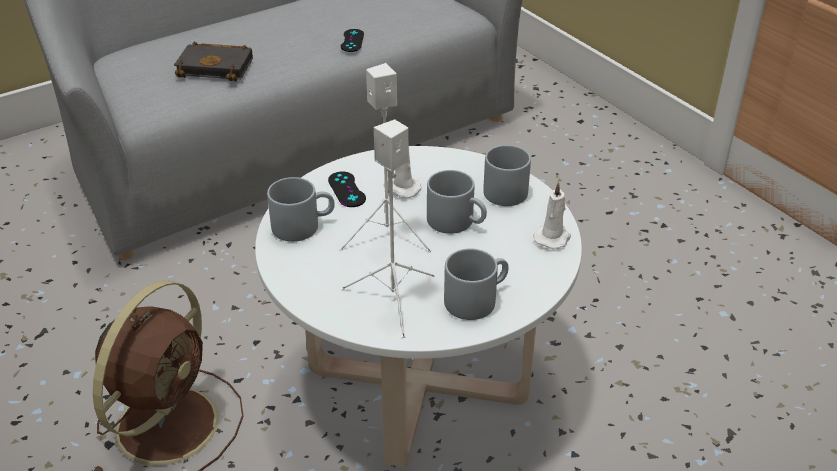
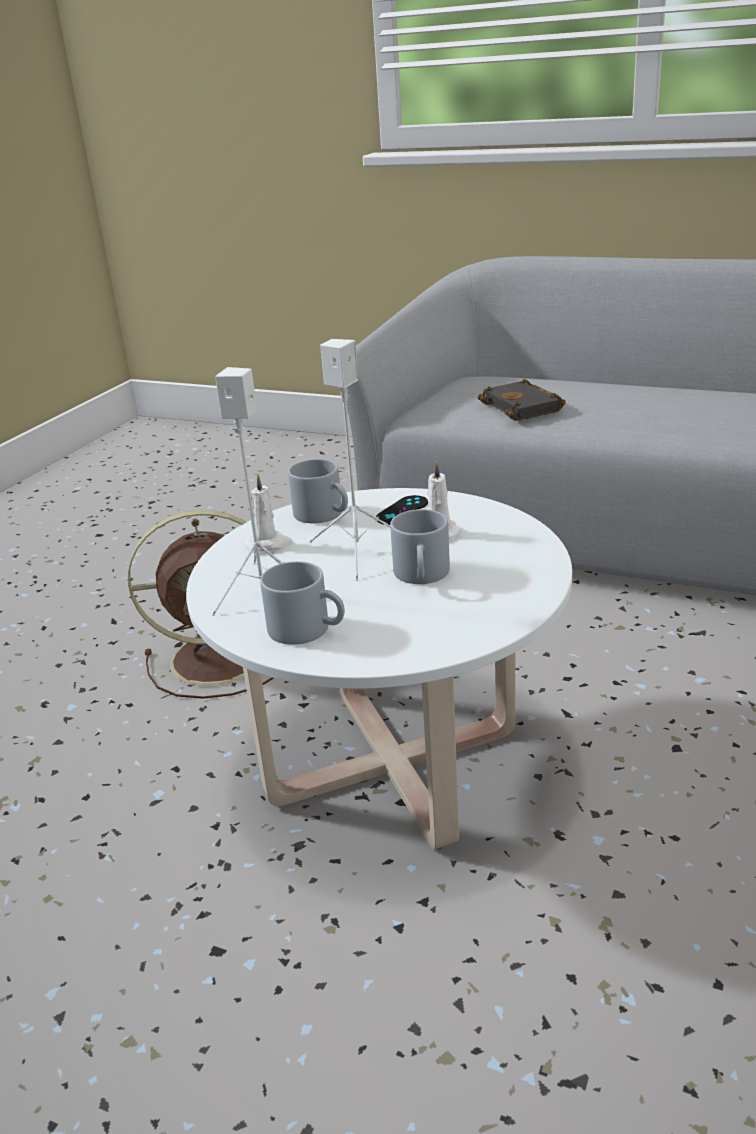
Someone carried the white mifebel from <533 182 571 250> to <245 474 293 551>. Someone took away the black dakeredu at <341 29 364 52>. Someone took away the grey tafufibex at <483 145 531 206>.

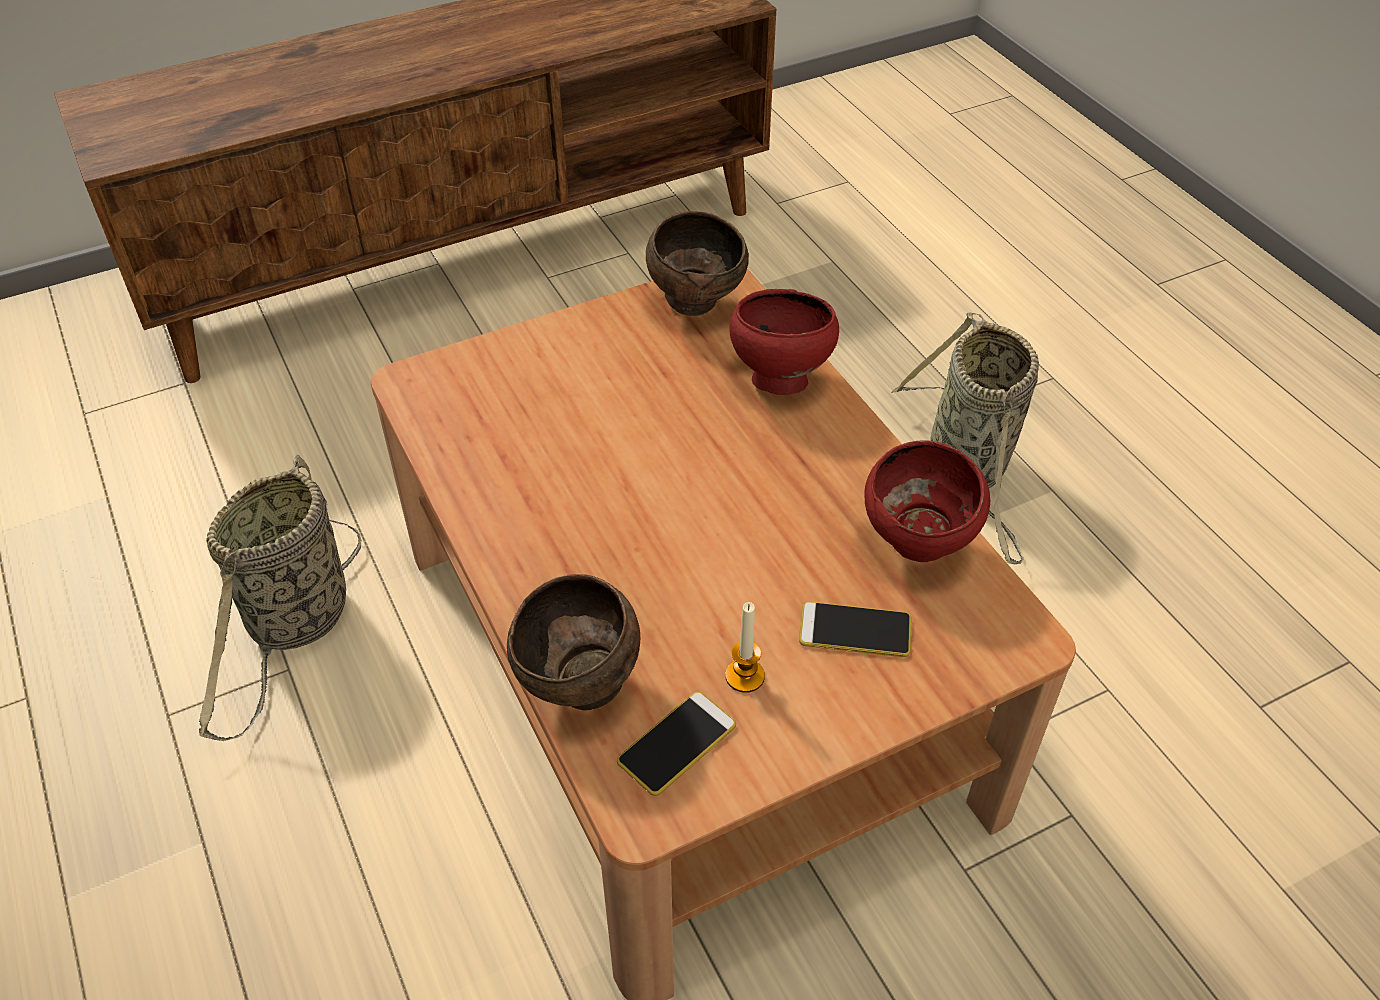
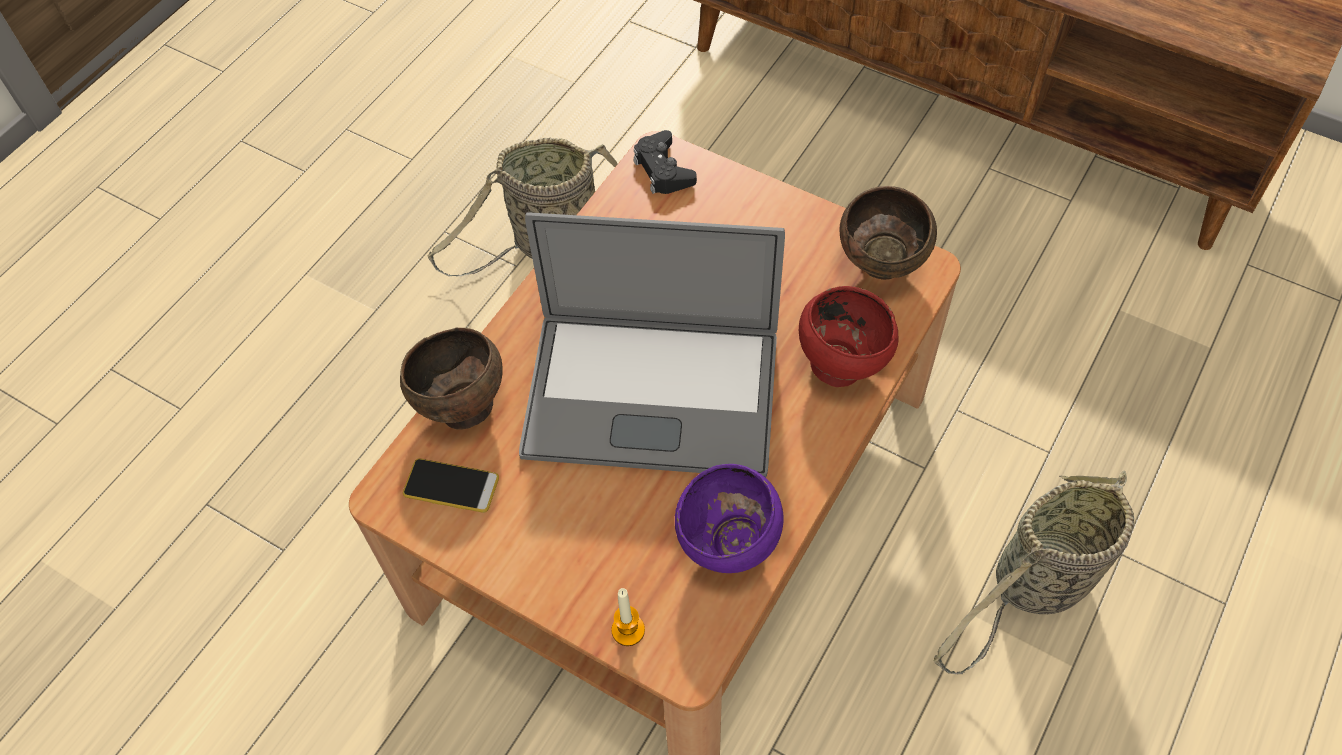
Someone put down the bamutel at <519 212 785 478>. Someone carried the mifebel from <725 602 765 693> to <611 588 645 646>. Someone put down the black dakeredu at <633 130 697 194>. Someone repainted the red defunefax at <864 440 990 562>, which became the purple defunefax at <675 464 784 573>. Someone took away the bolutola at <799 601 912 657>.

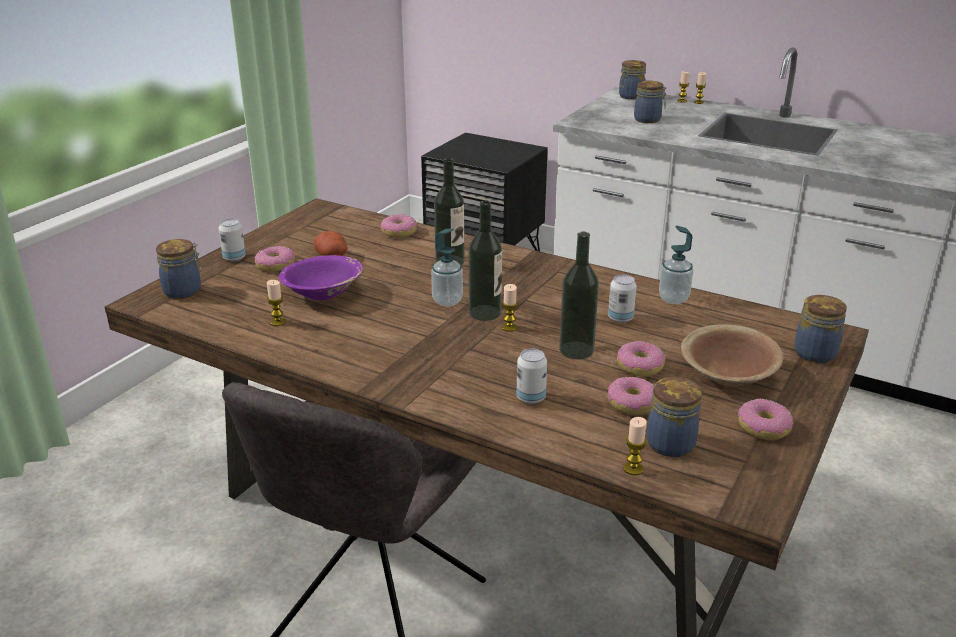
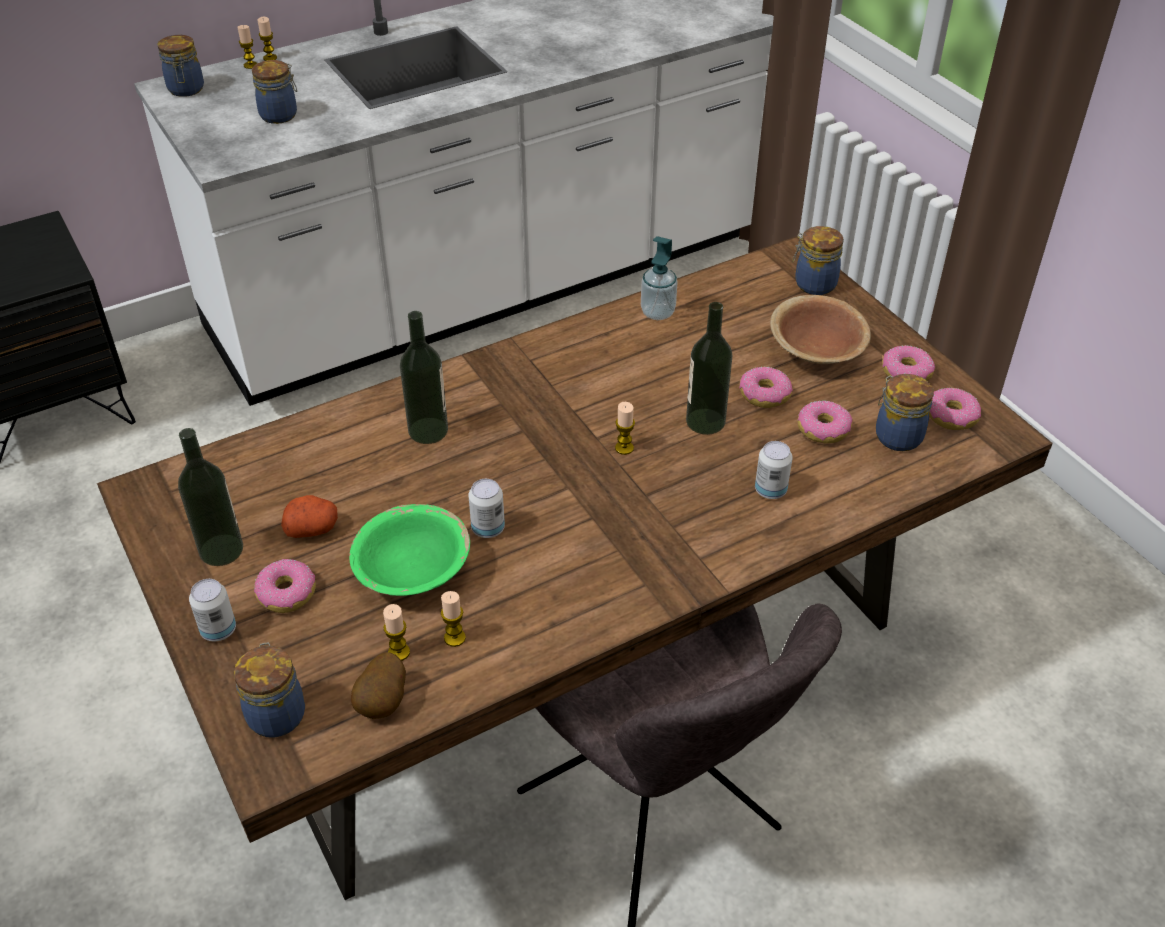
Someone carried the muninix from <468 200 502 321> to <178 428 243 566>. Someone repainted the purple defunefax at <279 255 363 300>, which became the green defunefax at <349 504 470 596>. Someone put down the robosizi at <351 652 406 719>. Someone carried the mifebel from <623 417 647 475> to <383 604 410 661>. Someone carried the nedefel from <608 275 637 323> to <468 479 505 538>. Someone carried the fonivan from <381 214 417 238> to <929 388 981 430>. Someone took away the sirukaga at <431 228 463 306>.

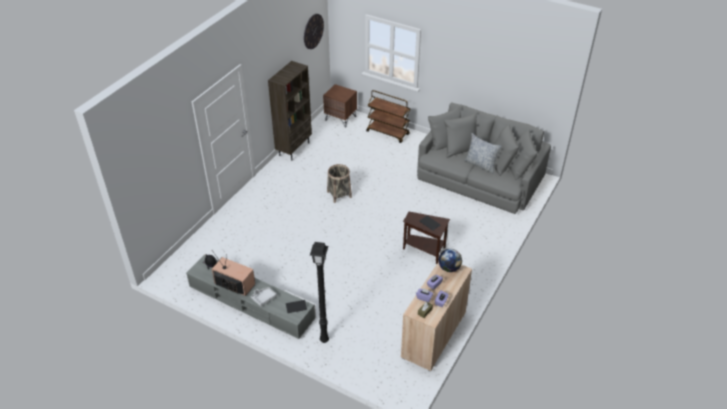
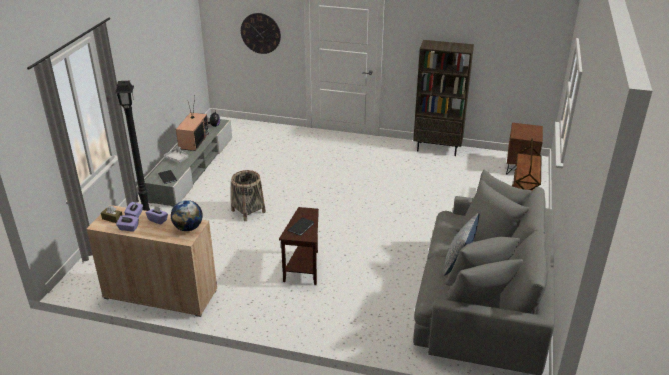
Someone carried the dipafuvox from <327 164 352 203> to <231 170 266 221>. Someone carried the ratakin from <304 14 324 49> to <241 13 281 54>.

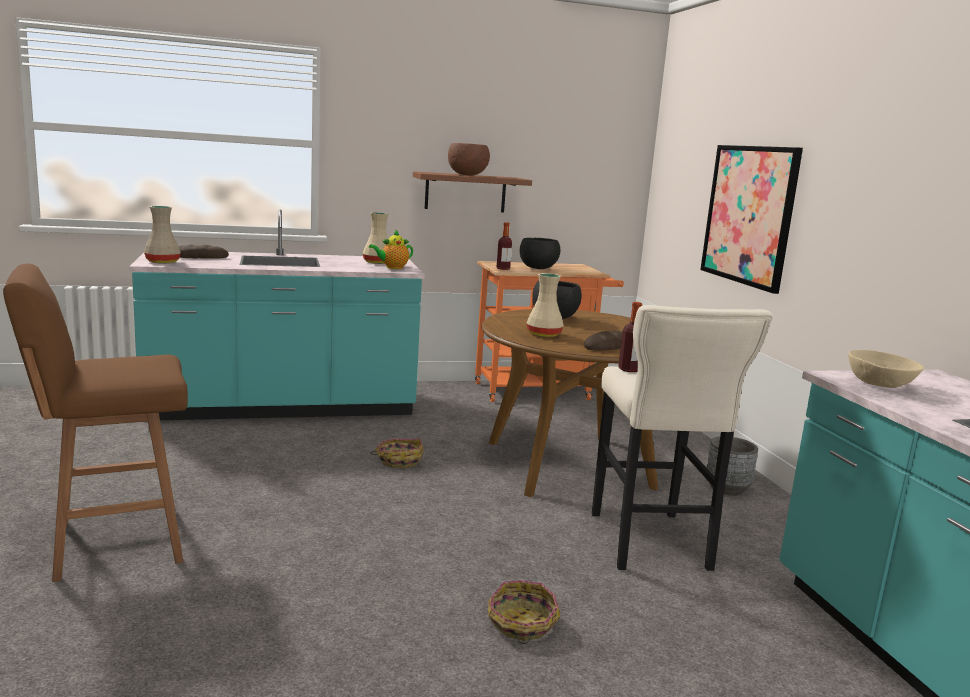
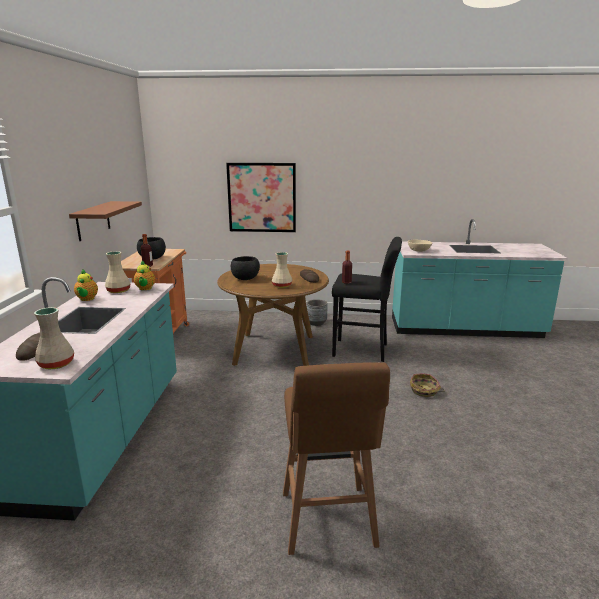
Someone put down the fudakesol at <74 269 98 301>. Someone repainted the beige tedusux at <592 305 773 571>, which became the black tedusux at <332 237 402 362>. Someone took away the dipafuvox at <370 438 424 468>. Someone took away the brown defunefax at <448 143 490 175>.

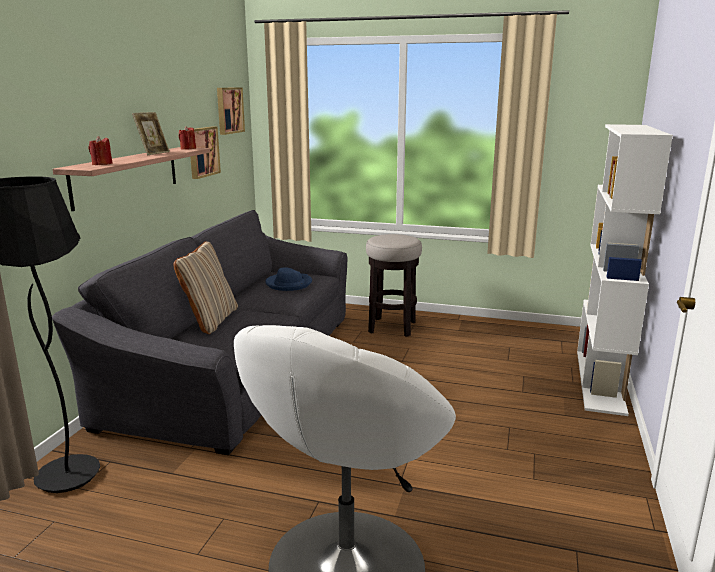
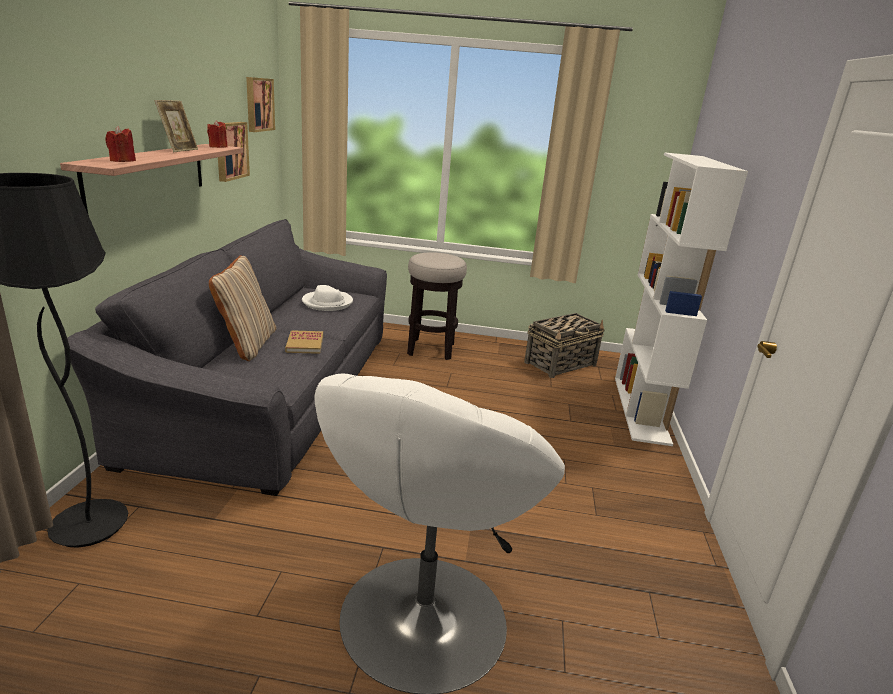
Someone put down the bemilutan at <285 330 323 354>. Someone repainted the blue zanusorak at <265 267 312 291>, which became the white zanusorak at <302 285 353 311>. Someone put down the dipafuvox at <524 313 605 378>.

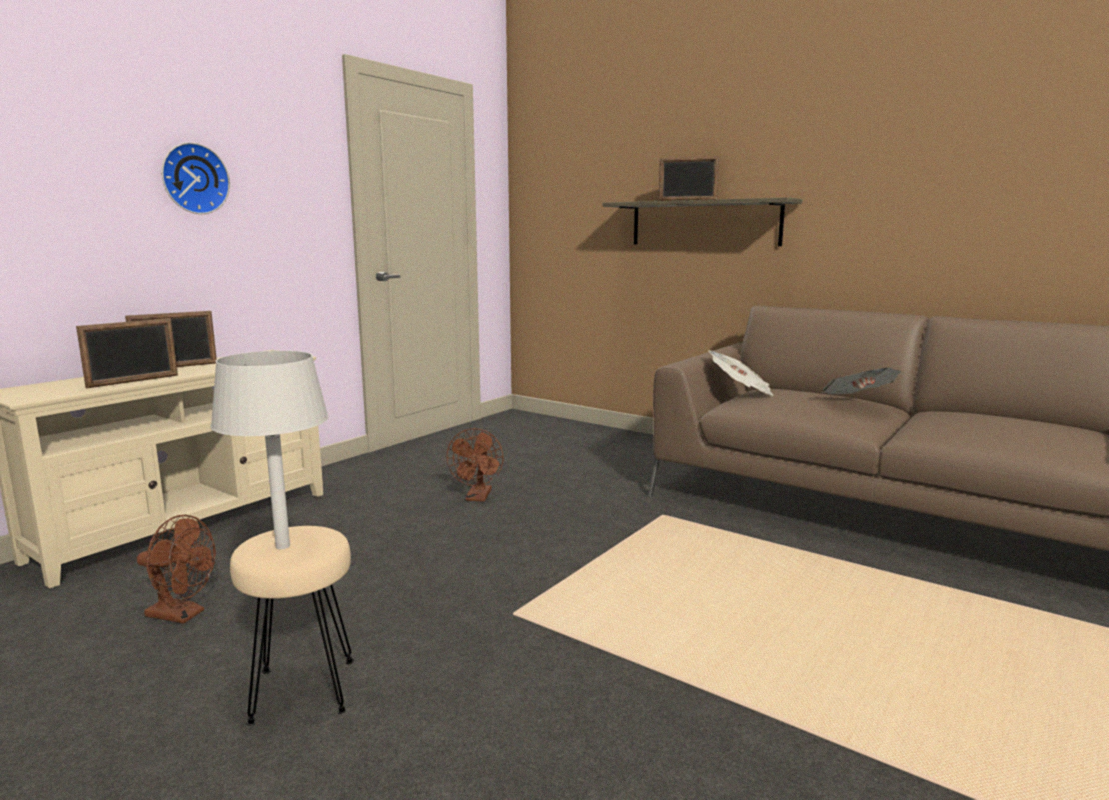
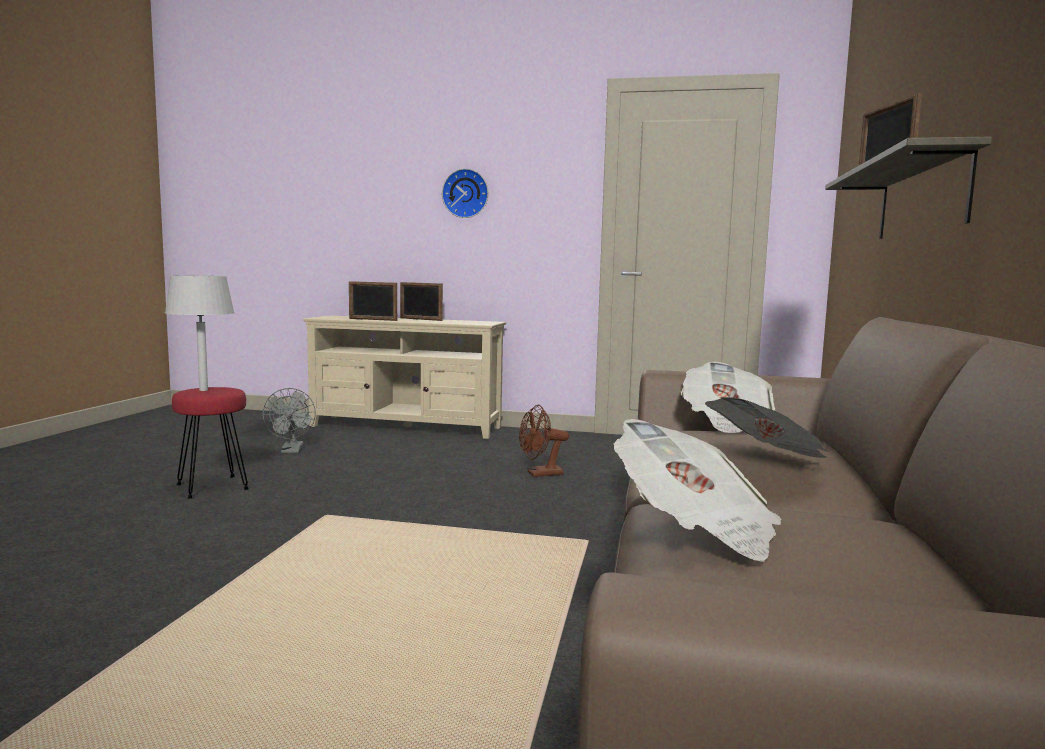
Someone repainted the beige tedusux at <230 526 354 725>, which became the red tedusux at <172 387 249 498>. Someone repainted the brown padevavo at <137 515 216 624>, which became the grey padevavo at <263 388 316 453>. Someone put down the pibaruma at <613 419 781 562>.

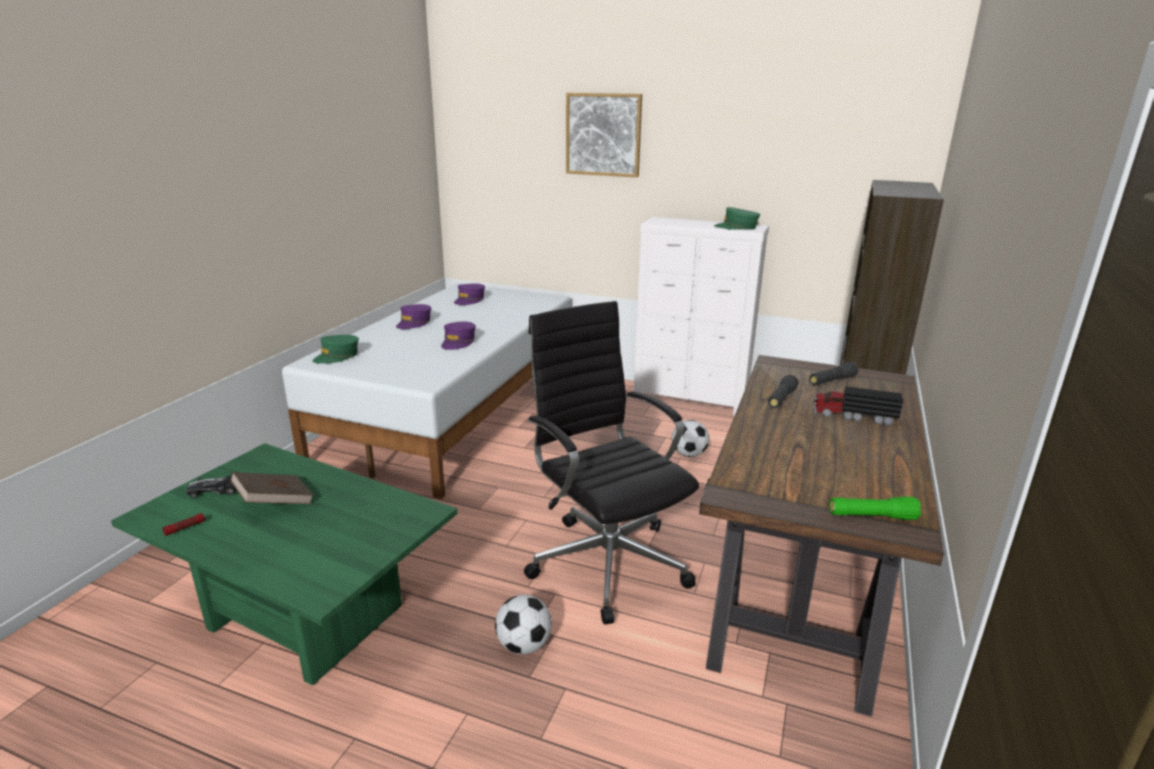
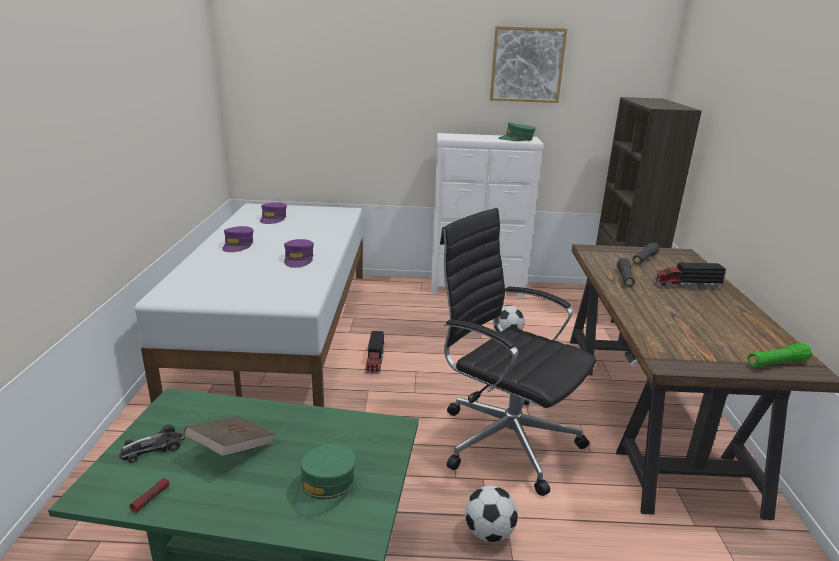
Someone carried the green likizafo from <312 335 359 364> to <293 443 356 517>. Someone put down the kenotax at <365 331 384 374>. Someone carried the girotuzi from <566 93 642 177> to <490 26 568 103>.

